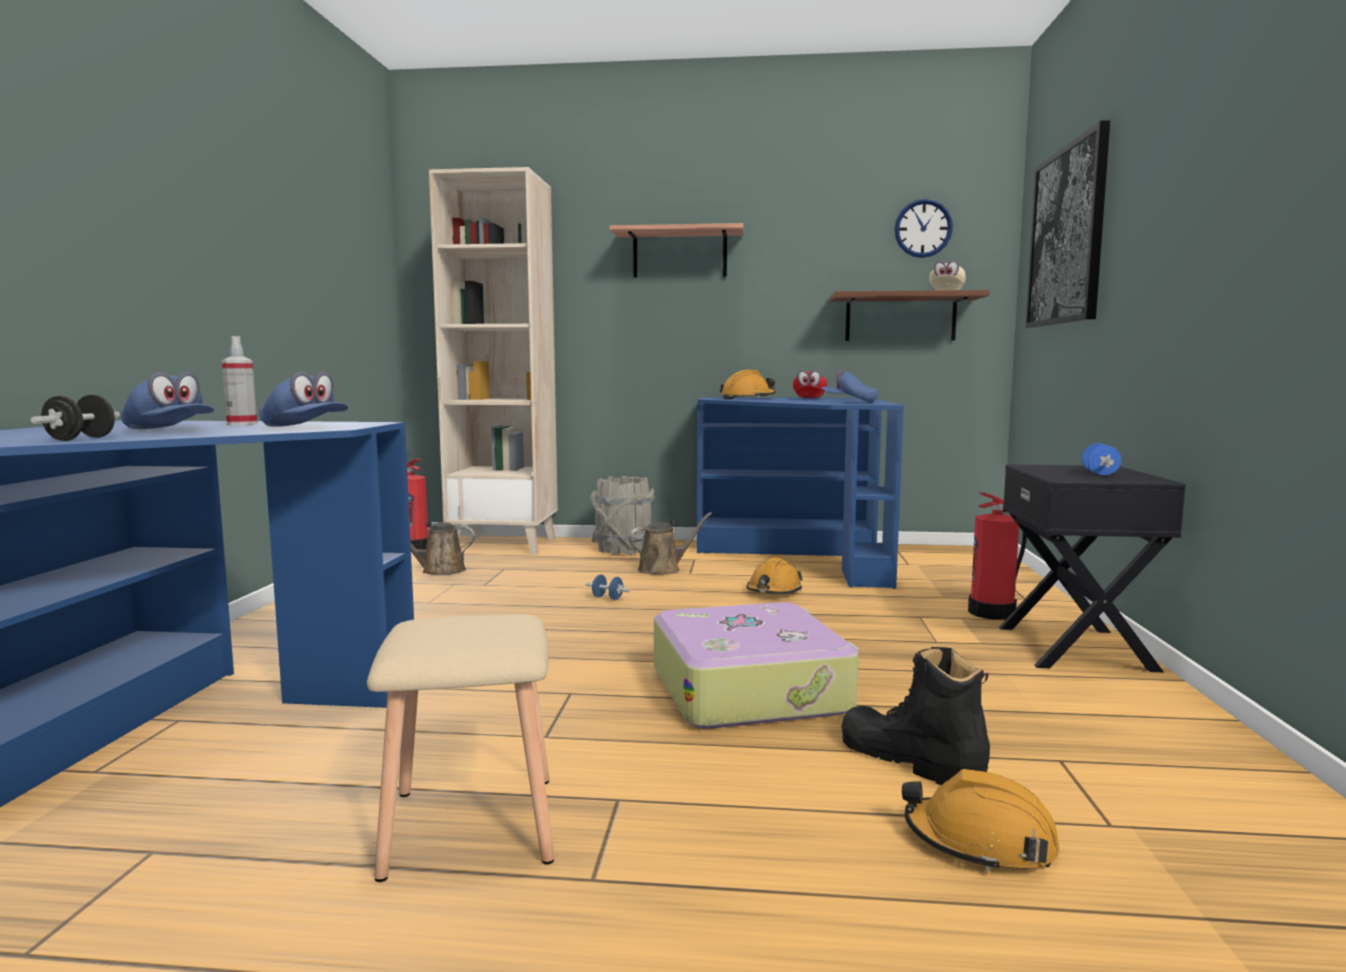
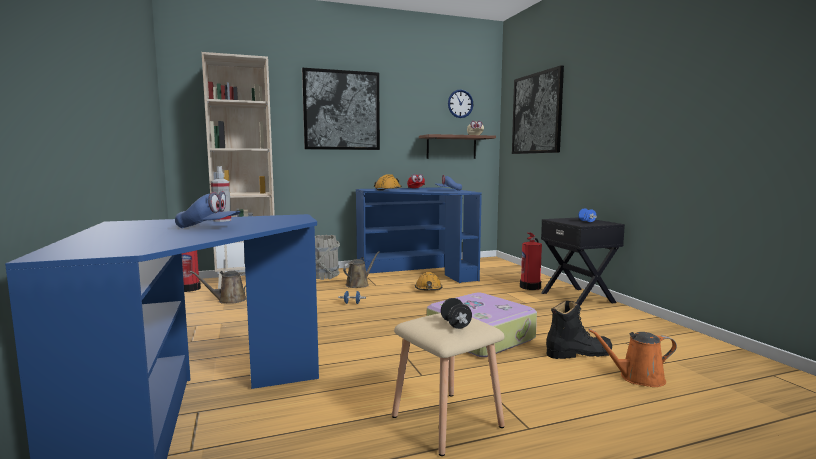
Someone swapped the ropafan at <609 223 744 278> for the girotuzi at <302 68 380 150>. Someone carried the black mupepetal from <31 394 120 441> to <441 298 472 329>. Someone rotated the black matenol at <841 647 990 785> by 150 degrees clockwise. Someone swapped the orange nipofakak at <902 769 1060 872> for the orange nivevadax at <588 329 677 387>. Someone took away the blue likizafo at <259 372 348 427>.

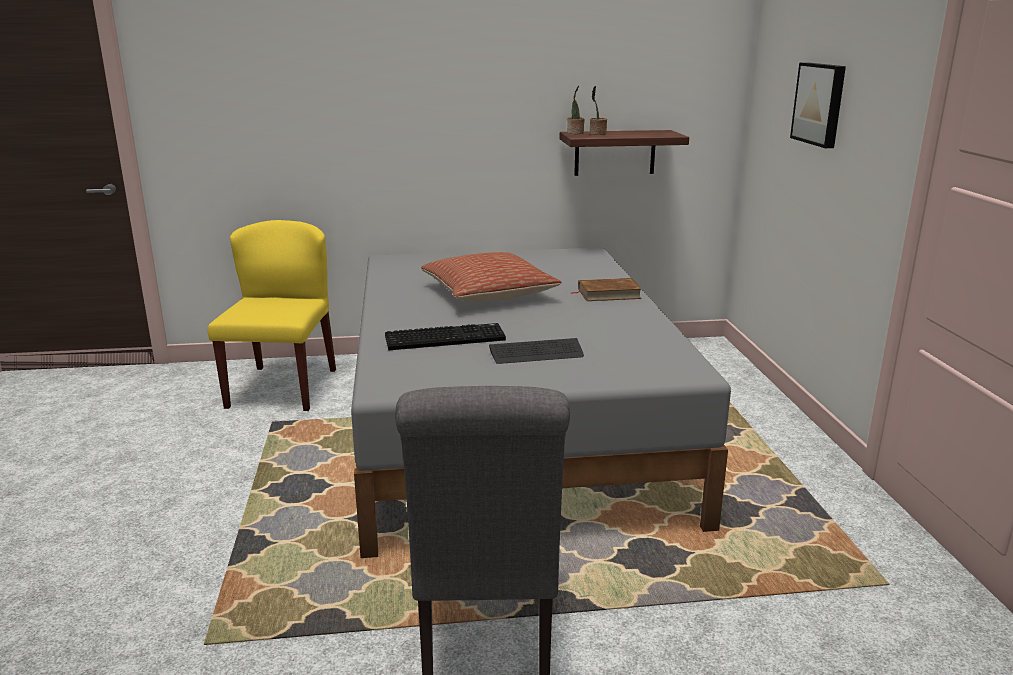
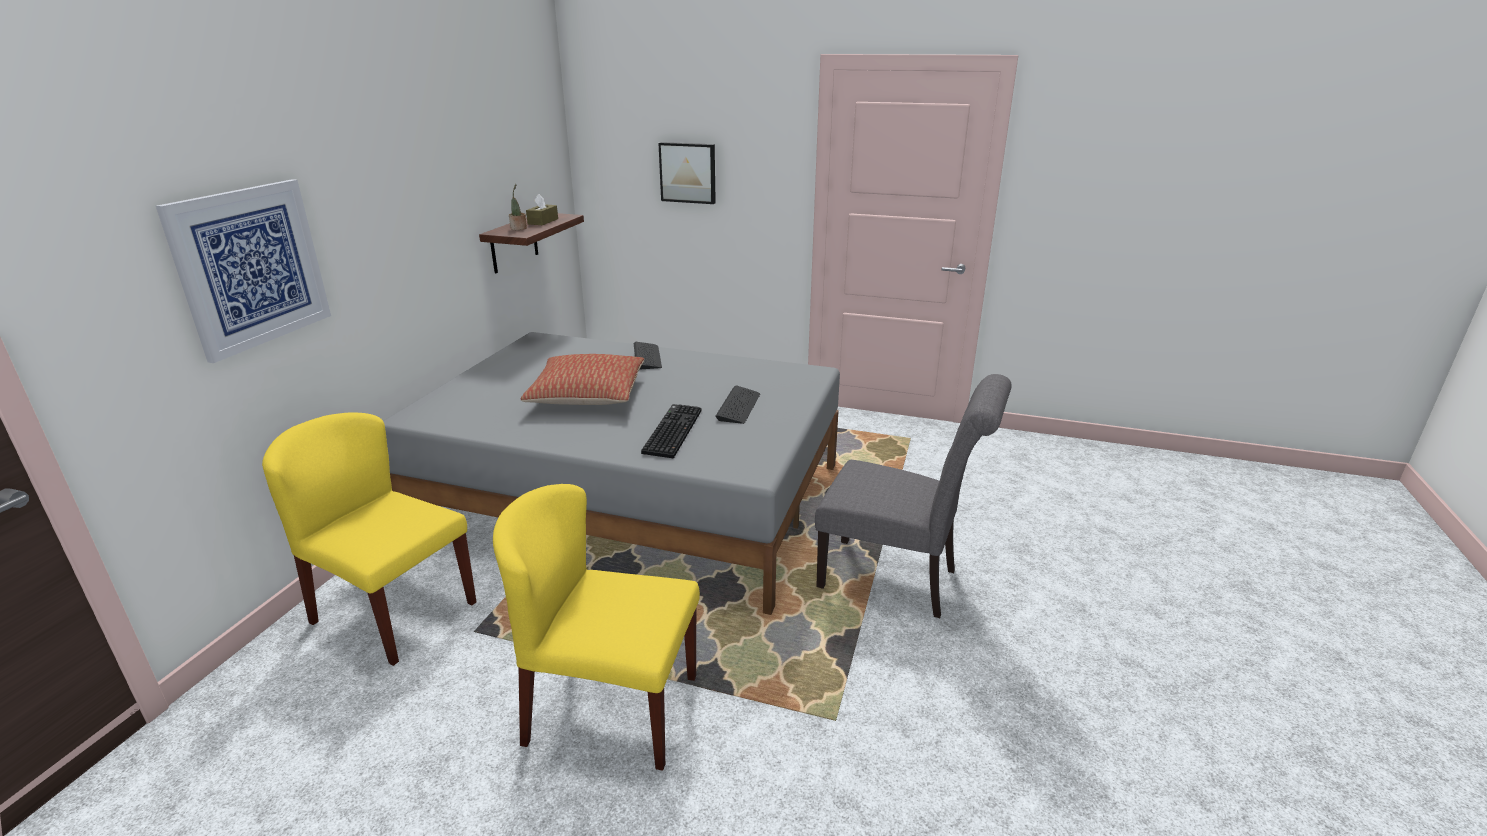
Someone put up the girotuzi at <156 179 331 363>. Someone put down the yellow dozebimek at <493 484 700 771>. Someone put down the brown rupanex at <526 194 558 225>. Someone swapped the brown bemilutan at <570 278 642 301> for the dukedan at <634 342 662 369>. Someone took away the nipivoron at <567 85 585 134>.

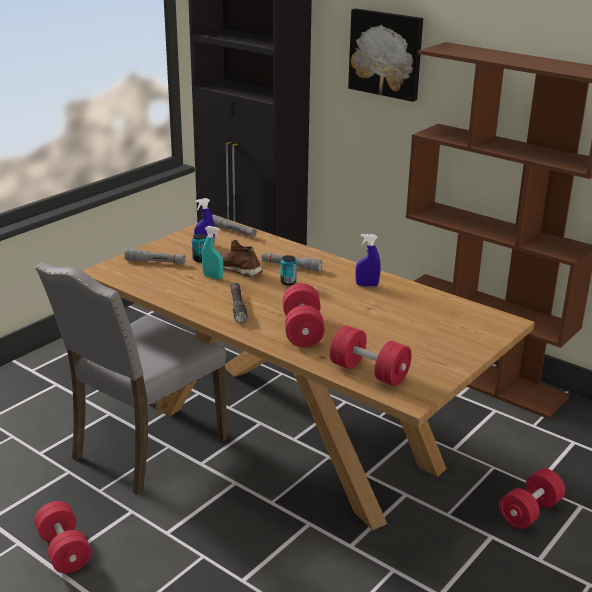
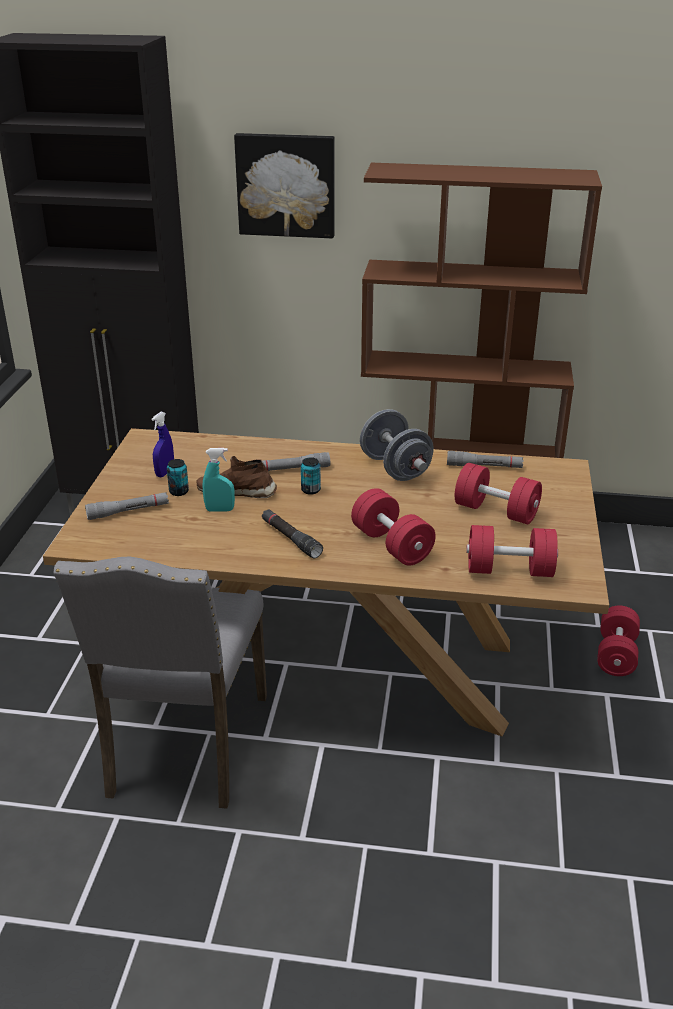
Someone swapped the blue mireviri at <356 234 381 287> for the grey mupepetal at <360 409 434 481>. Someone carried the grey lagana from <212 215 257 237> to <447 451 523 468>. Someone carried the red mupepetal from <34 501 91 573> to <455 463 542 524>.

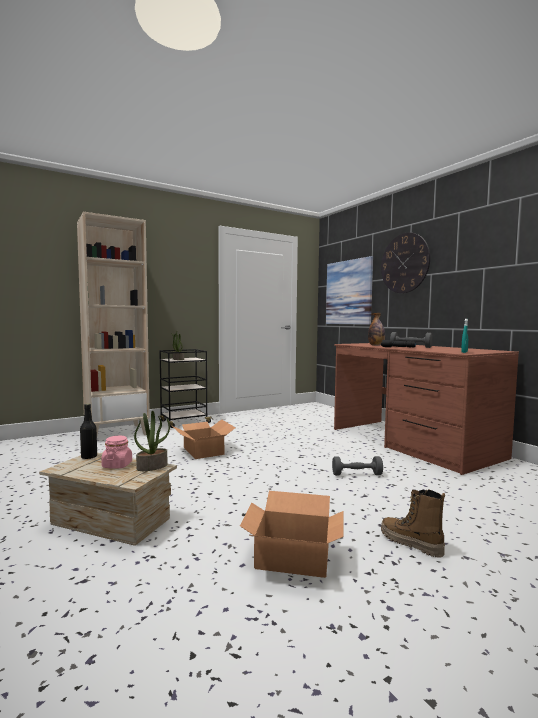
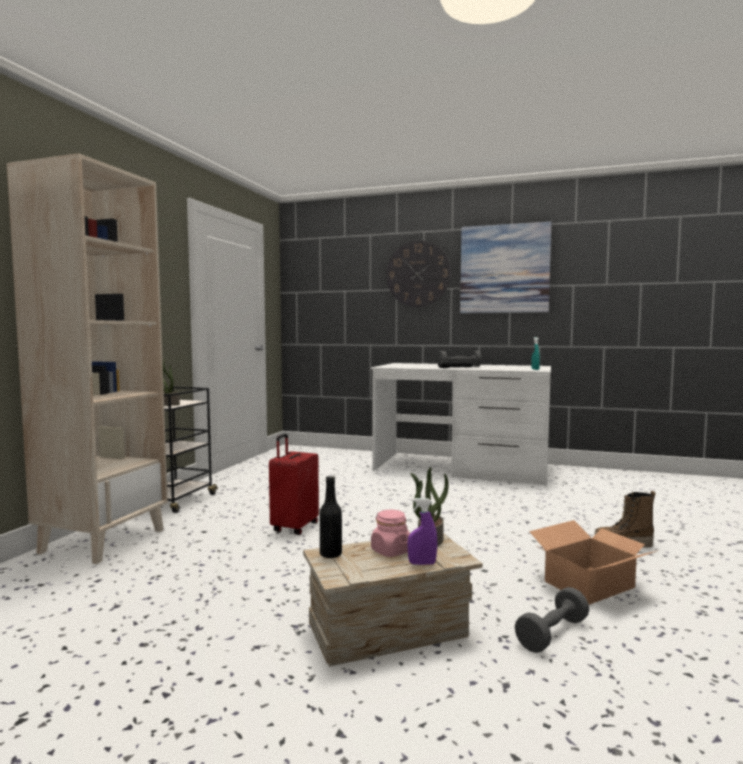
Someone swapped the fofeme at <172 419 236 459> for the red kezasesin at <269 434 319 535>. Someone repainted the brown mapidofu at <334 343 519 475>, which became the white mapidofu at <371 363 551 486>. Someone put down the purple mireviri at <407 498 437 565>. Someone carried the girotuzi from <326 256 373 325> to <460 222 551 313>. Someone carried the grey mupepetal from <332 456 383 476> to <515 587 589 653>. Someone took away the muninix at <368 313 385 346>.

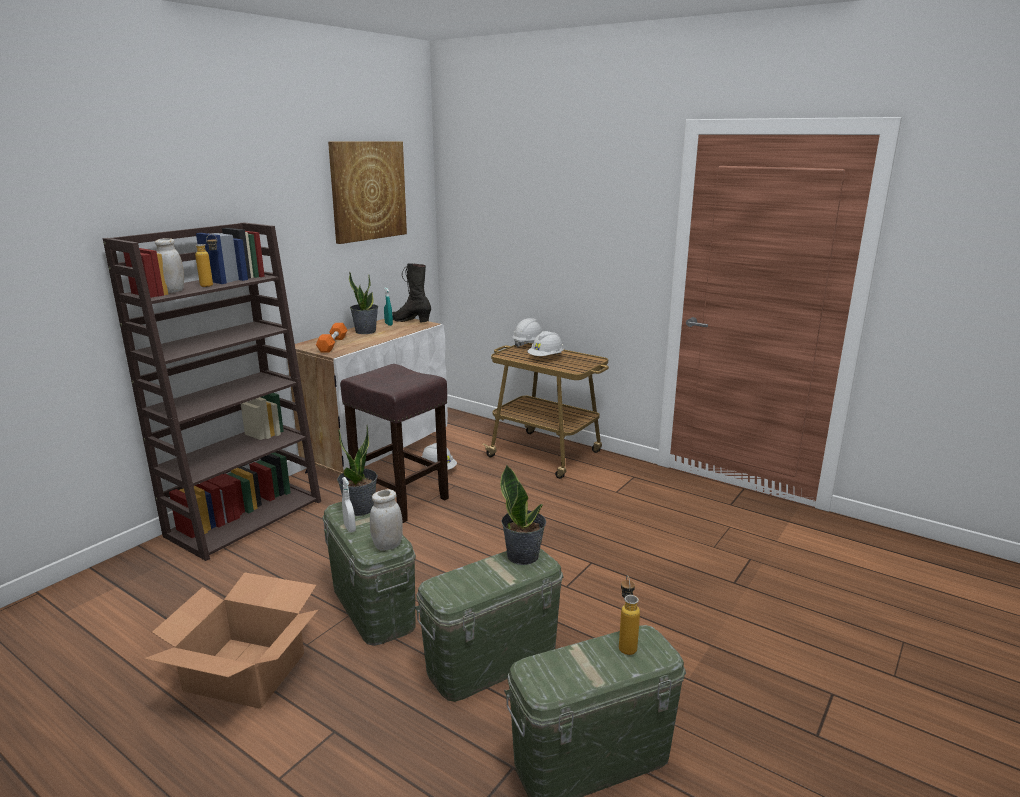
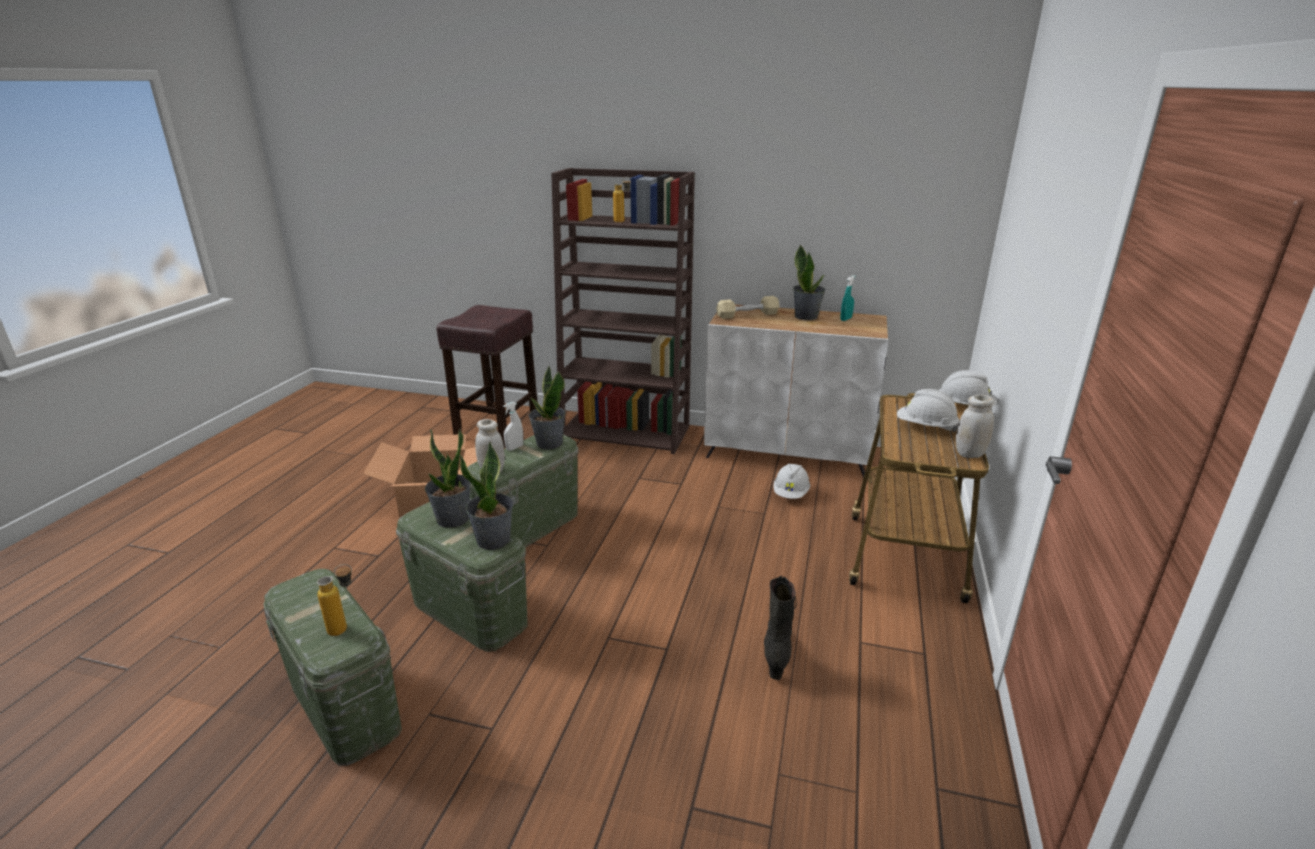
Someone put down the nipivoron at <425 429 471 528>. Someone carried the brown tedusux from <340 364 449 523> to <436 305 538 448>. Someone repainted the orange mupepetal at <316 323 348 353>, which became the beige mupepetal at <716 296 779 319>. Someone carried the black matenol from <392 263 431 322> to <764 575 797 680>. Someone carried the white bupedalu from <155 238 184 293> to <956 395 994 458>. Someone took away the girotuzi at <328 141 407 244>.

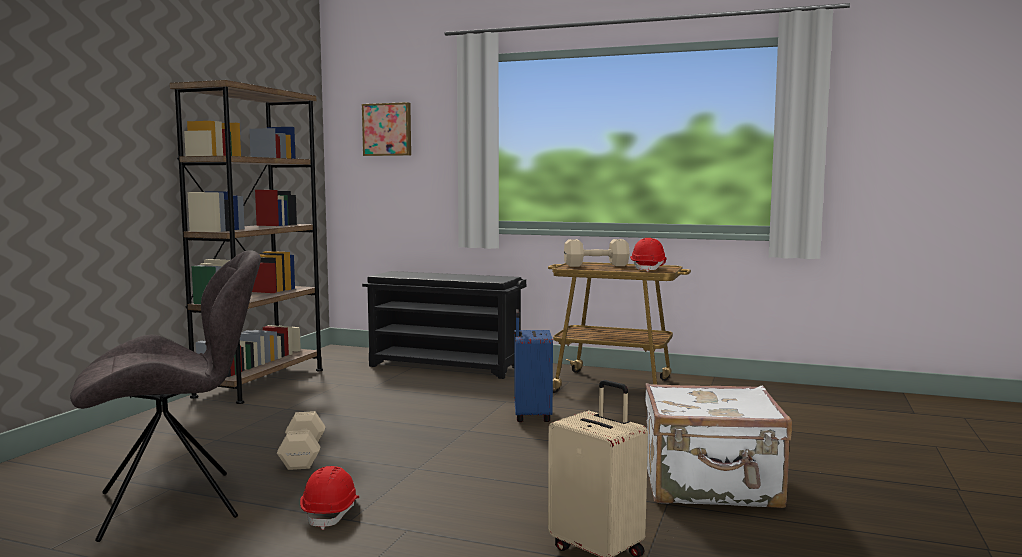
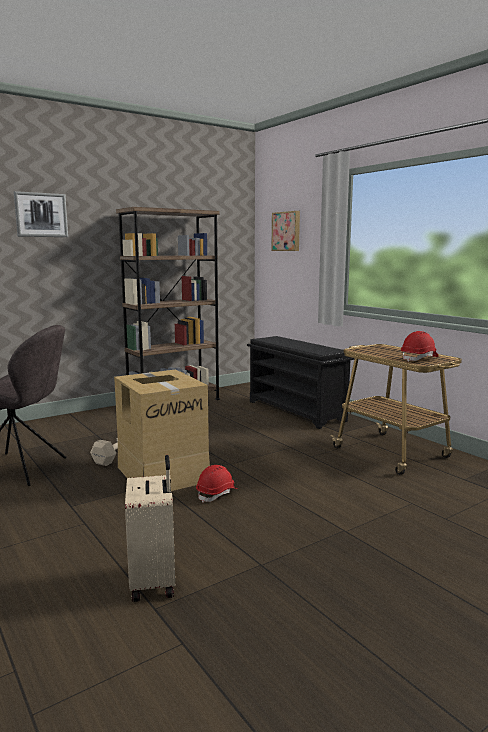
Someone put up the girotuzi at <14 191 68 237>. Someone put down the fofeme at <114 369 210 491>. Someone carried the red nipofakak from <300 466 359 530> to <196 465 237 503>. Someone took away the blue kezasesin at <514 309 553 422>. Someone took away the beige mupepetal at <564 239 630 267>. Someone took away the white kezasesin at <645 383 792 508>.

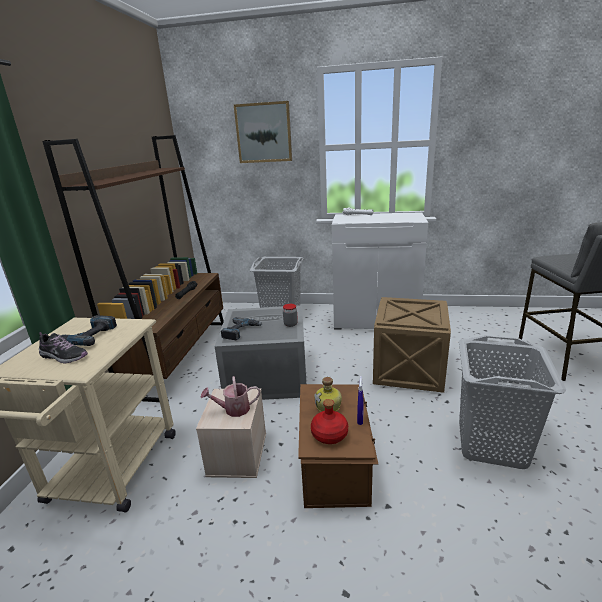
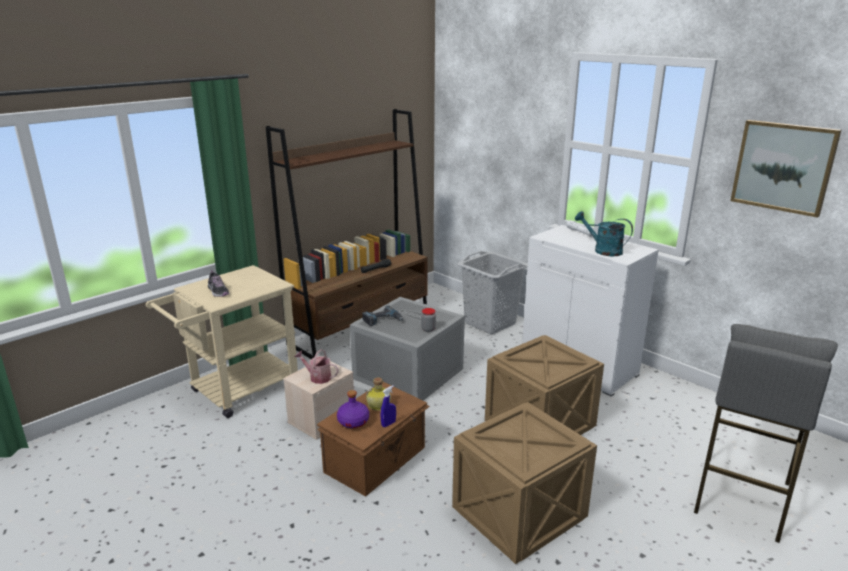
Someone repainted the red muninix at <311 399 348 444>, which became the purple muninix at <337 390 369 428>. Someone swapped the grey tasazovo at <459 335 566 469> for the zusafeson at <452 402 597 564>. Someone put down the turquoise nivevadax at <575 211 633 256>. Someone carried the girotuzi from <234 101 292 163> to <730 120 841 218>. Someone took away the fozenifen at <61 315 117 346>.

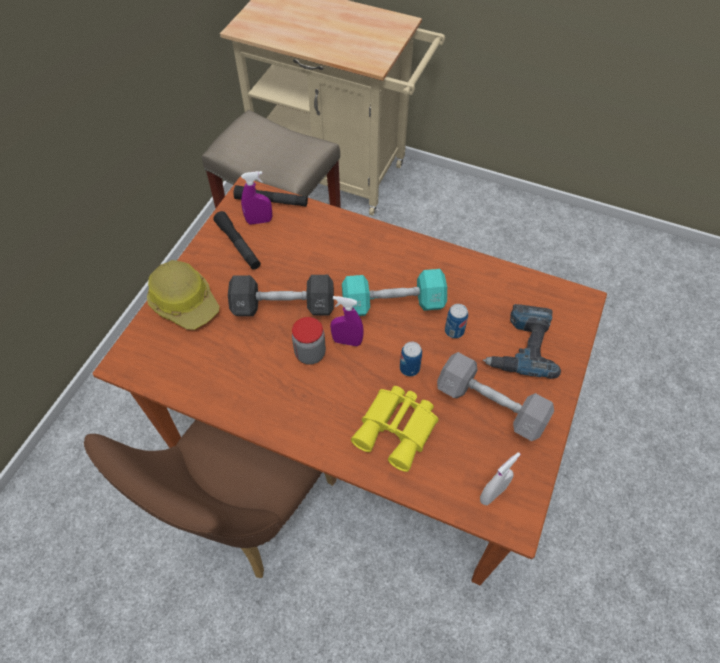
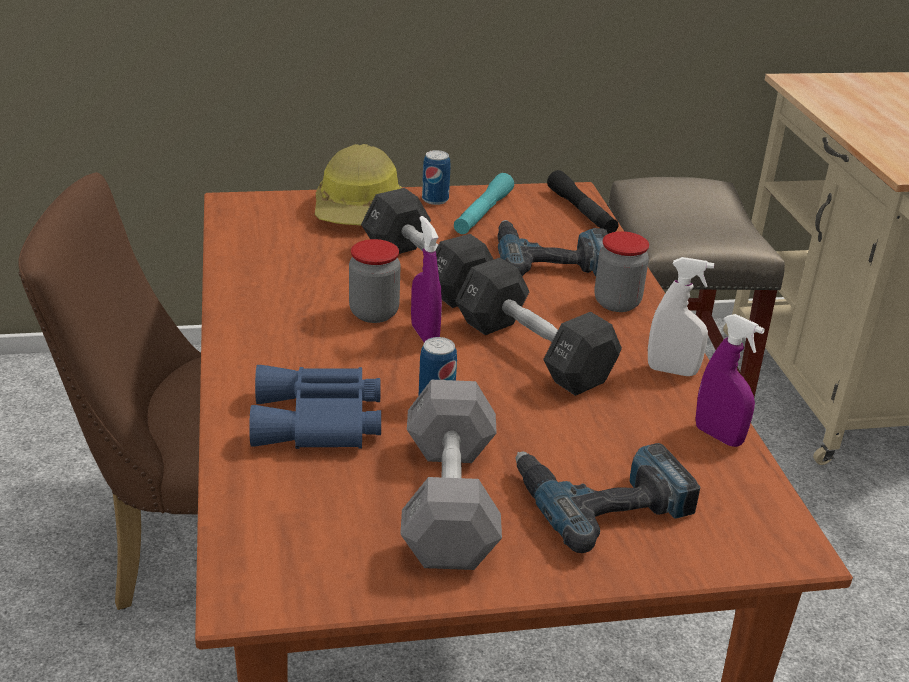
Someone repainted the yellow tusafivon at <351 386 439 472>, which became the blue tusafivon at <249 365 381 449>. Someone carried the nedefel from <445 304 468 338> to <422 150 451 205>. Someone repainted the black lagana at <213 211 261 270>, which became the turquoise lagana at <454 173 514 234>. Someone repainted the turquoise mupepetal at <342 269 447 316>, which became the black mupepetal at <455 258 622 396>. Someone put down the fozenifen at <498 220 608 276>. Someone put down the bupedalu at <594 231 649 312>. Someone carried the white mireviri from <480 452 521 506> to <648 257 714 376>. Someone carried the purple mireviri from <241 171 272 225> to <696 314 765 447>.

